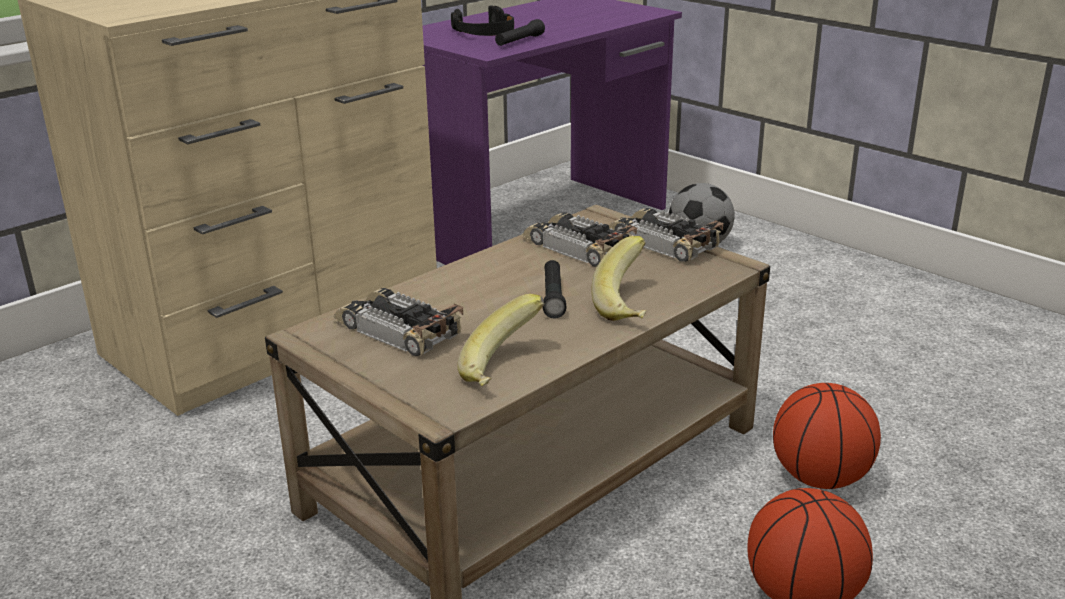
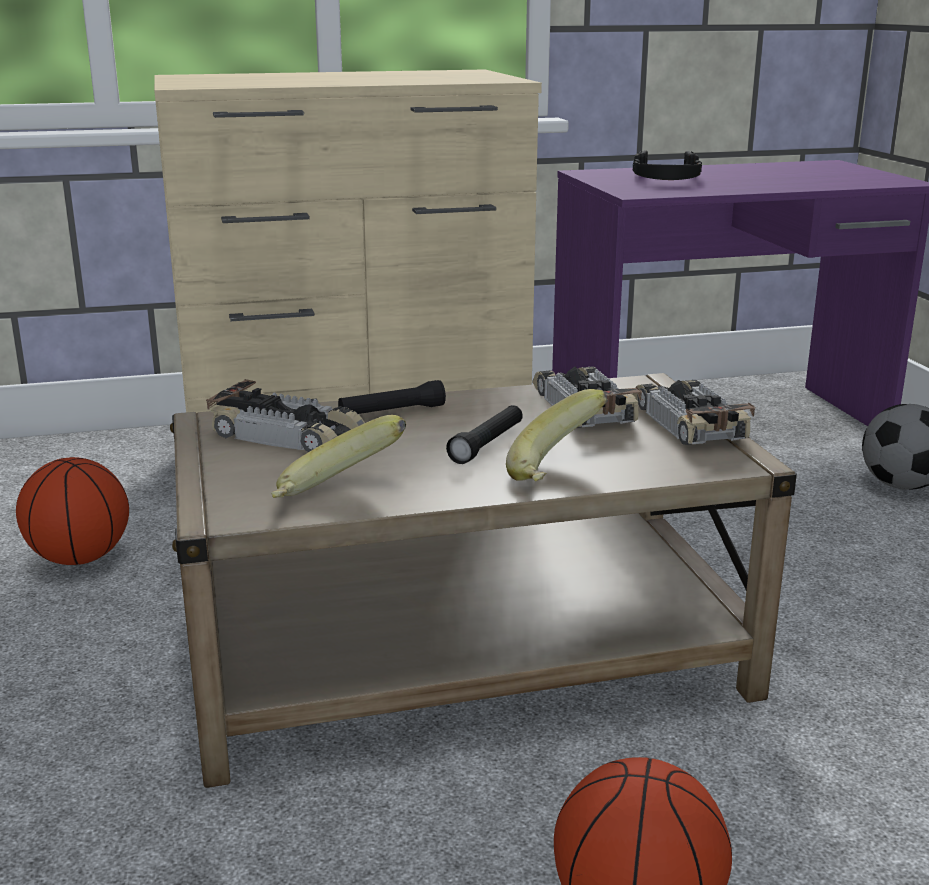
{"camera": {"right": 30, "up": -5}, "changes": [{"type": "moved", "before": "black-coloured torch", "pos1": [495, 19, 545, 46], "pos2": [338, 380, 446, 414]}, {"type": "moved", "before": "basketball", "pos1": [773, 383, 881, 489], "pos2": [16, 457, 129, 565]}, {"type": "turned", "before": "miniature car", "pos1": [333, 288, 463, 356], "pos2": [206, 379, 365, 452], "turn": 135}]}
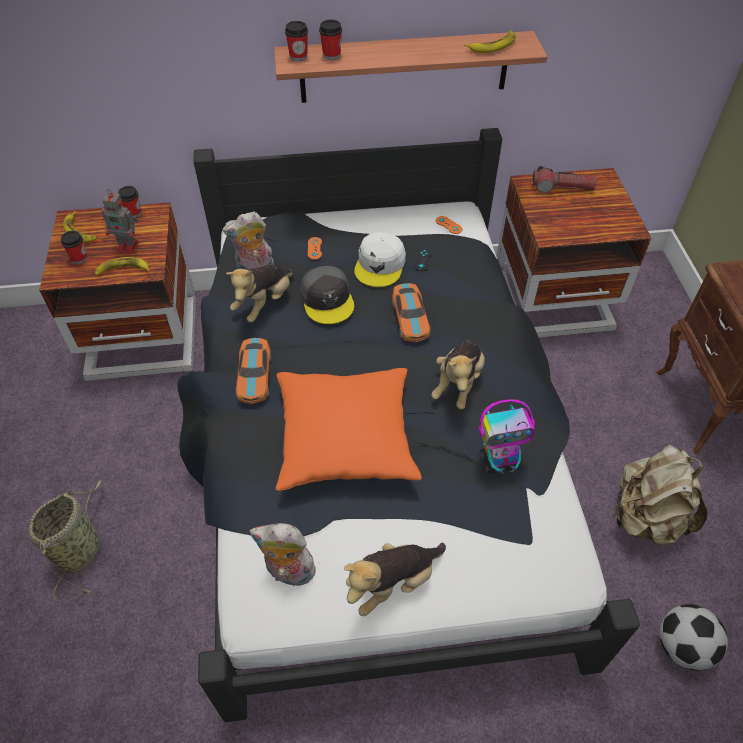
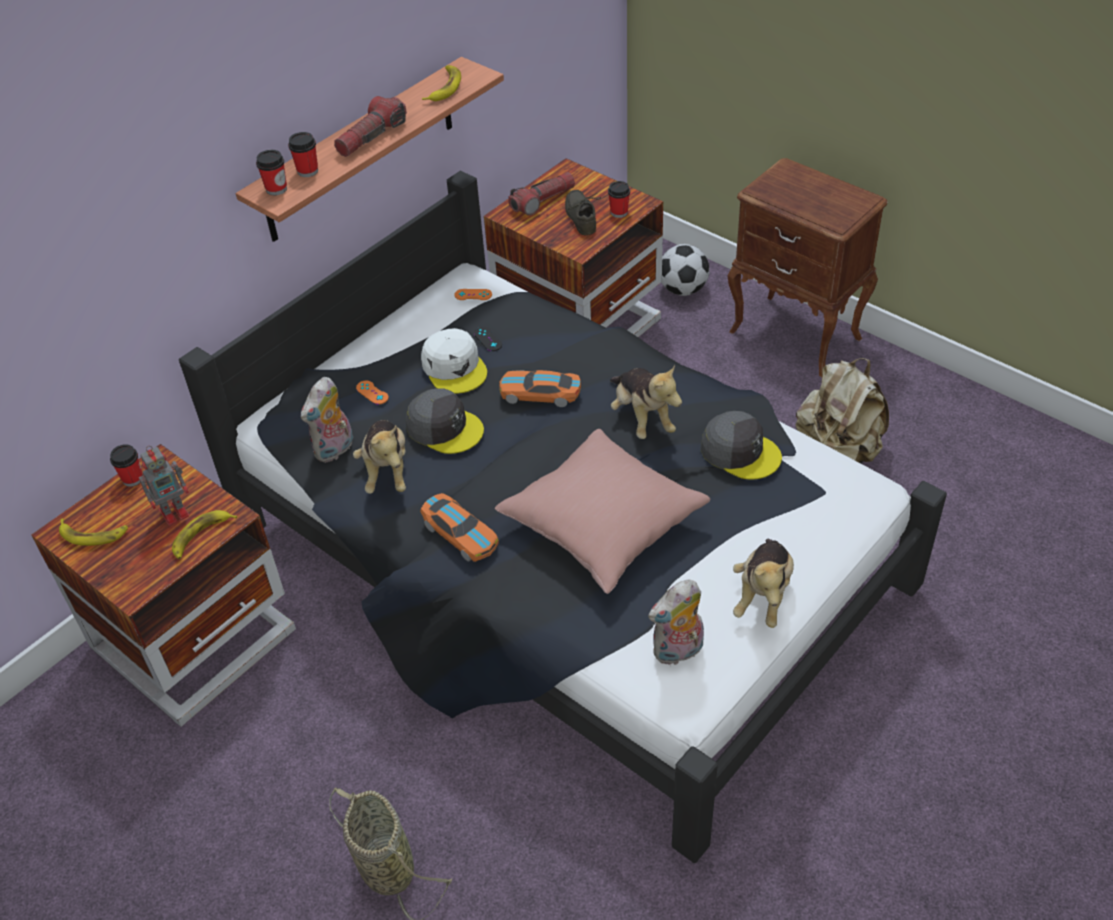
{"camera": {"right": -40, "up": -5}, "changes": [{"type": "added", "after": "torch", "pos2": [334, 96, 407, 157]}, {"type": "added", "after": "grey item of footwear", "pos2": [565, 190, 601, 235]}, {"type": "moved", "before": "drinking cup", "pos1": [61, 231, 88, 264], "pos2": [608, 181, 630, 218]}, {"type": "moved", "before": "football", "pos1": [659, 604, 728, 671], "pos2": [661, 244, 709, 296]}, {"type": "replaced", "before": "robot figure", "after": "grey cap", "pos1": [478, 399, 535, 473], "pos2": [701, 411, 782, 479]}, {"type": "recoloured", "before": "orangey throw pillow", "after": "pink-coloured throw pillow", "pos1": [276, 368, 422, 491], "pos2": [495, 429, 710, 594]}, {"type": "turned", "before": "miniature car", "pos1": [392, 283, 431, 342], "pos2": [499, 370, 581, 407], "turn": 150}]}
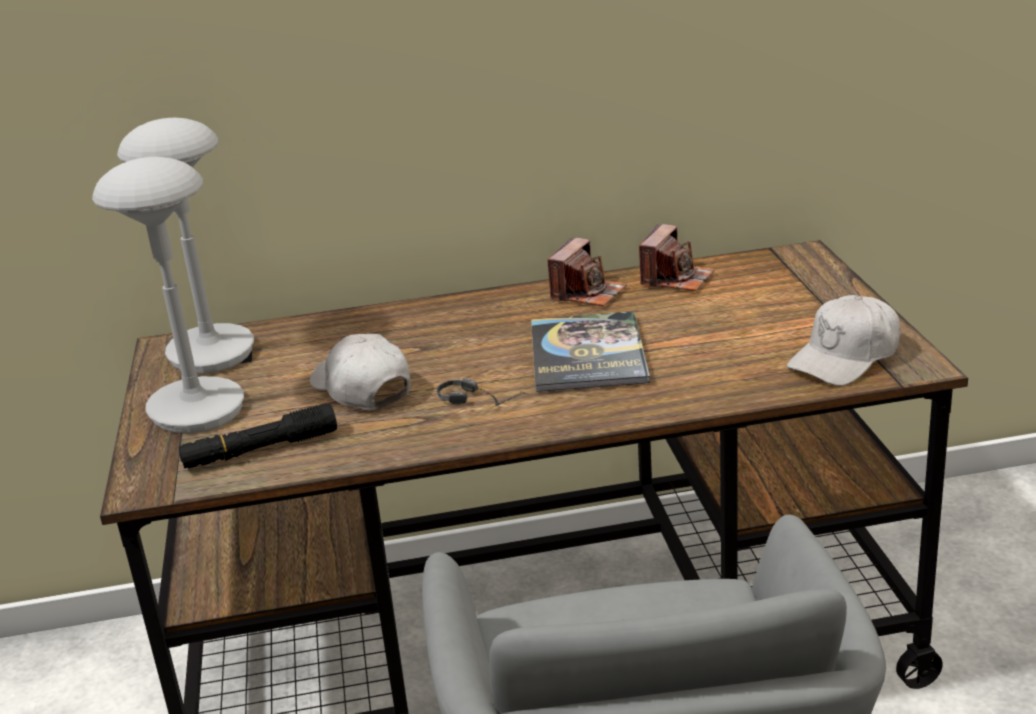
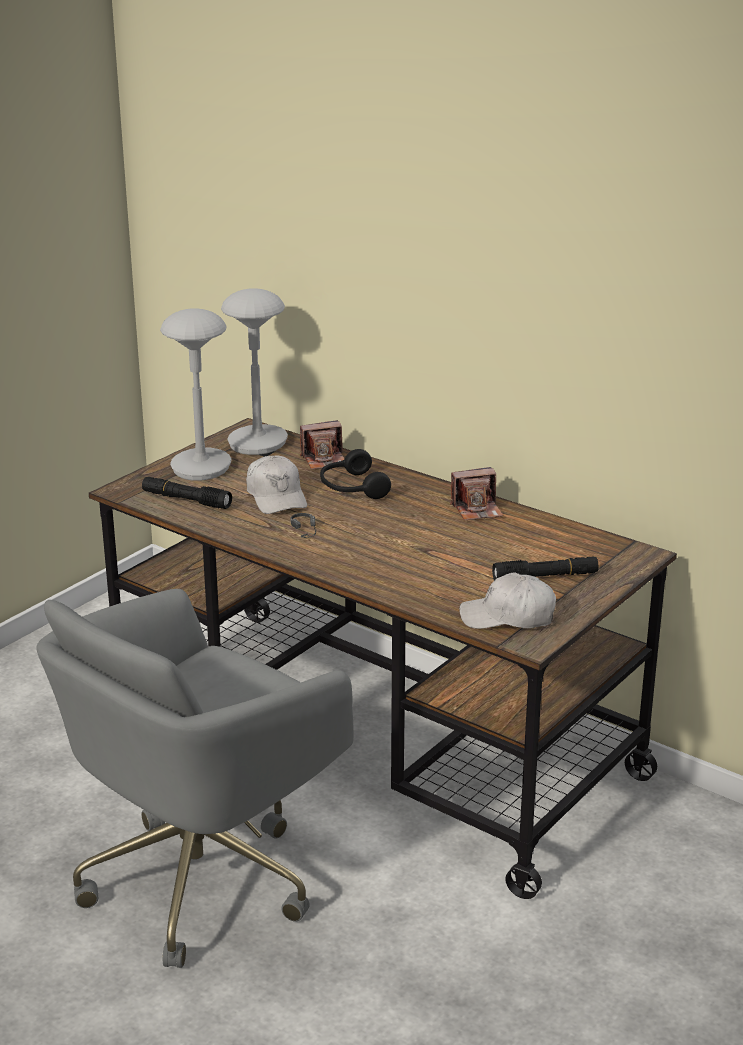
{"camera": {"right": 45, "up": 0}, "changes": [{"type": "removed", "before": "bound book", "pos1": [531, 311, 650, 392]}, {"type": "added", "after": "black-coloured headset", "pos2": [320, 449, 391, 499]}, {"type": "added", "after": "black-coloured torch", "pos2": [492, 557, 599, 580]}, {"type": "moved", "before": "photo camera", "pos1": [639, 224, 715, 291], "pos2": [300, 420, 345, 470]}, {"type": "turned", "before": "white-coloured cap", "pos1": [310, 334, 411, 410], "pos2": [246, 455, 307, 514], "turn": 150}]}
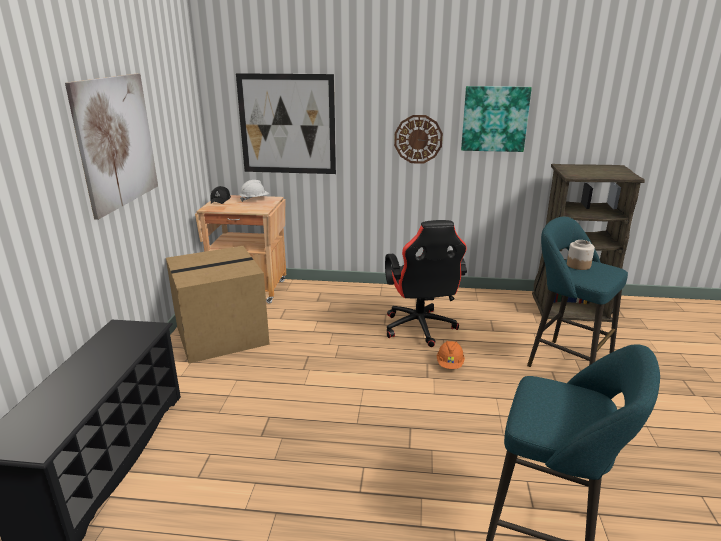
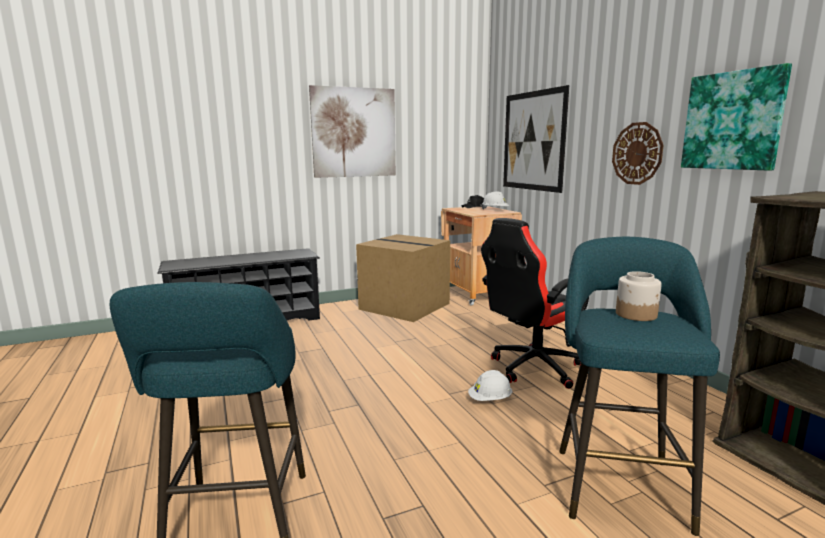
{"camera": {"right": 60, "up": -10}, "changes": [{"type": "recoloured", "before": "orangey hard hat", "after": "white-coloured hard hat", "pos1": [437, 341, 465, 369], "pos2": [468, 370, 513, 401]}]}
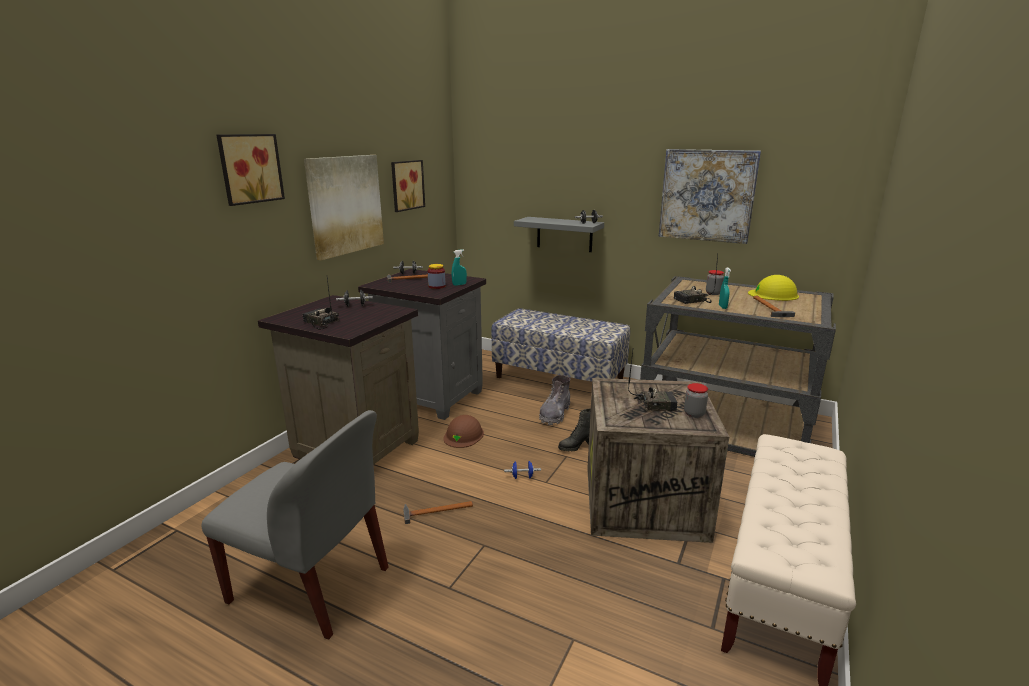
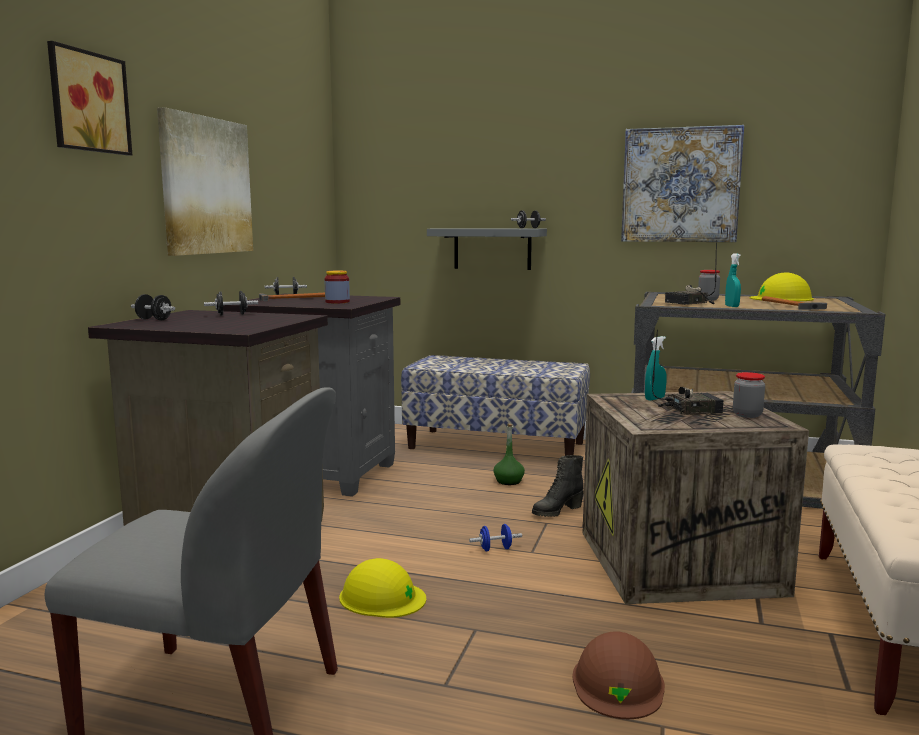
{"camera": {"right": -10, "up": -10}, "changes": [{"type": "removed", "before": "radio set", "pos1": [303, 278, 340, 330]}, {"type": "removed", "before": "wall art", "pos1": [391, 160, 425, 212]}, {"type": "added", "after": "black-coloured dumbbell", "pos2": [131, 294, 175, 321]}, {"type": "moved", "before": "brown hard hat", "pos1": [443, 415, 484, 448], "pos2": [572, 631, 665, 719]}, {"type": "moved", "before": "turquoise spray bottle", "pos1": [452, 249, 467, 286], "pos2": [645, 336, 667, 401]}, {"type": "replaced", "before": "tool hammer", "after": "yellowish hard hat", "pos1": [403, 501, 473, 524], "pos2": [339, 558, 426, 618]}, {"type": "replaced", "before": "grey boot", "after": "green beverage bottle", "pos1": [539, 375, 570, 425], "pos2": [493, 423, 525, 485]}]}
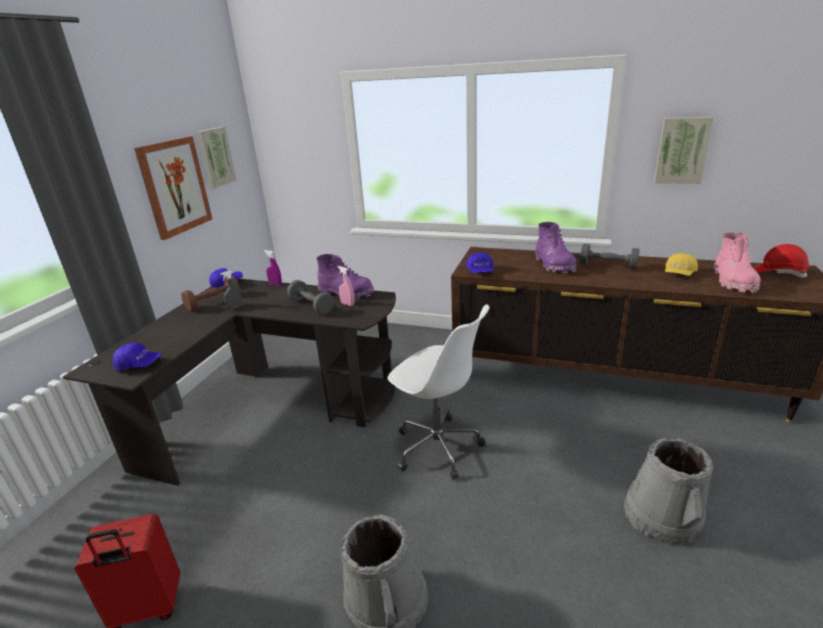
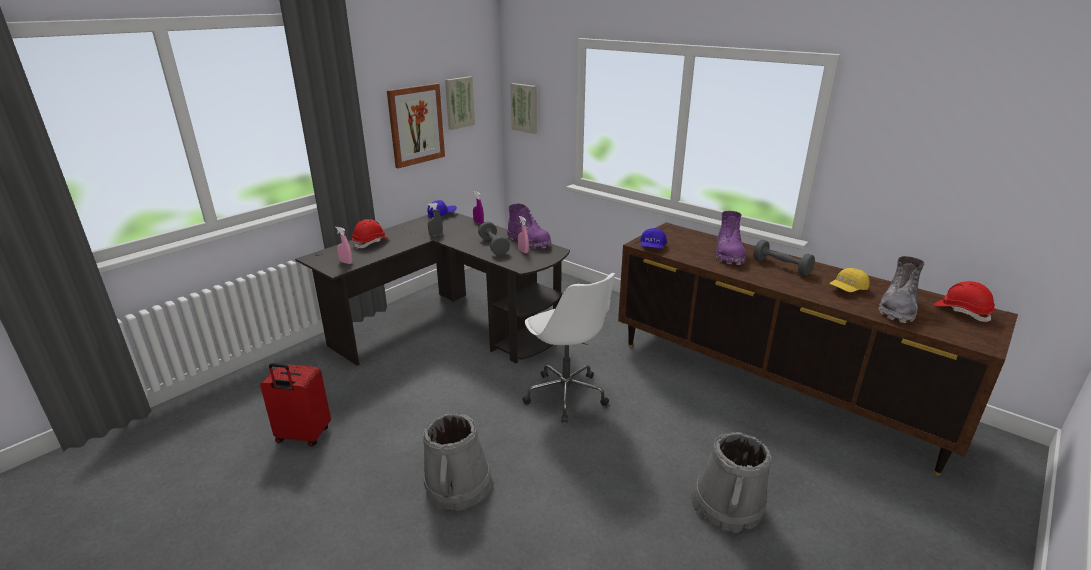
{"camera": {"right": 20, "up": 0}, "changes": [{"type": "removed", "before": "brown dumbbell", "pos1": [181, 275, 240, 311]}, {"type": "added", "after": "reddish hard hat", "pos2": [352, 219, 389, 249]}, {"type": "moved", "before": "wall art", "pos1": [654, 117, 714, 184], "pos2": [510, 83, 537, 134]}, {"type": "replaced", "before": "bluish cap", "after": "pink-coloured spray bottle", "pos1": [113, 343, 162, 371], "pos2": [335, 227, 353, 264]}, {"type": "recoloured", "before": "pink-coloured boot", "after": "grey boot", "pos1": [714, 232, 761, 293], "pos2": [878, 256, 925, 323]}]}
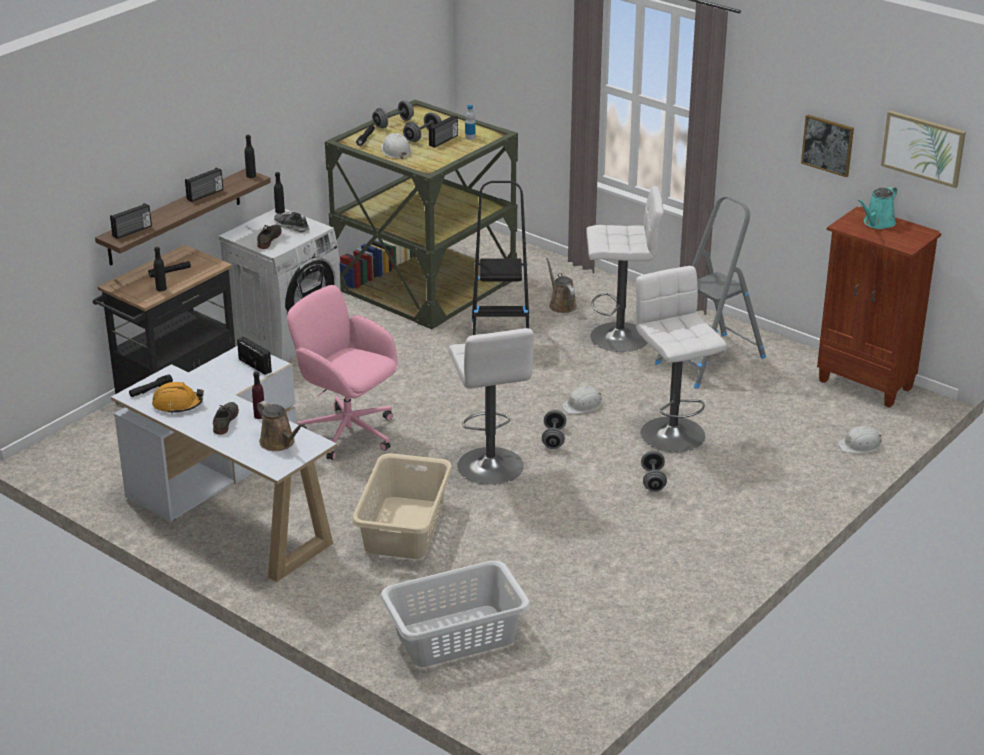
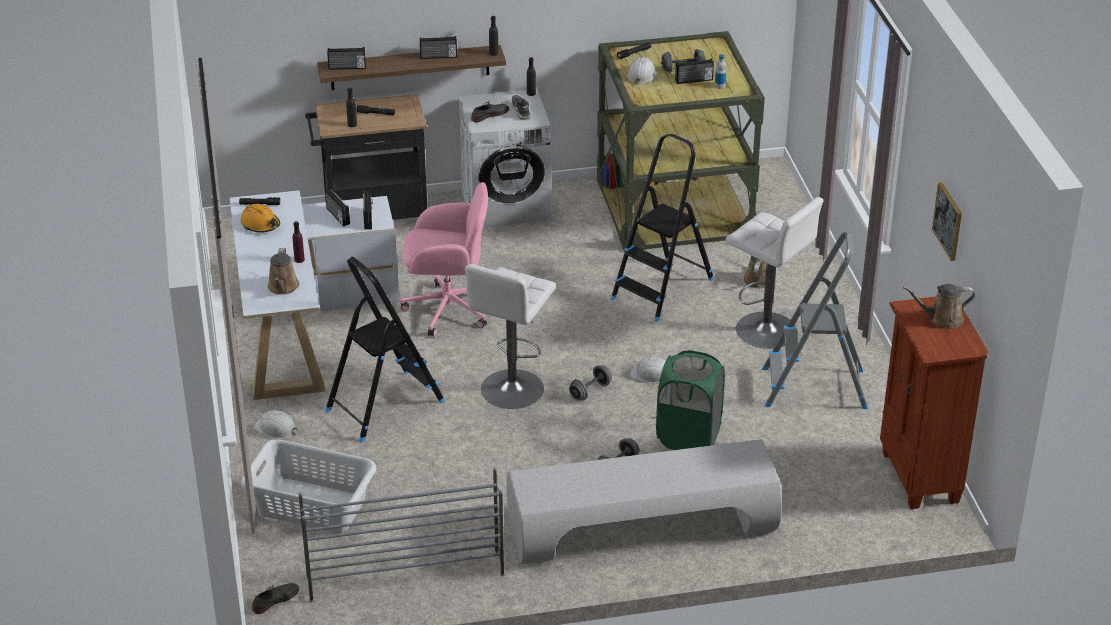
{"camera": {"right": 40, "up": 5}, "changes": [{"type": "removed", "before": "grey dumbbell", "pos1": [372, 101, 414, 128]}, {"type": "removed", "before": "wall art", "pos1": [881, 111, 966, 188]}, {"type": "added", "after": "grey shoe stand", "pos2": [298, 467, 504, 602]}, {"type": "added", "after": "radio set", "pos2": [325, 189, 350, 227]}, {"type": "added", "after": "grey bench", "pos2": [507, 439, 782, 564]}, {"type": "moved", "before": "grey item of footwear", "pos1": [213, 402, 239, 435], "pos2": [252, 583, 299, 614]}, {"type": "moved", "before": "white-coloured hard hat", "pos1": [837, 426, 882, 453], "pos2": [253, 410, 298, 439]}, {"type": "replaced", "before": "sand-coloured laundry basket", "after": "black-coloured stepladder", "pos1": [352, 453, 452, 559], "pos2": [325, 257, 445, 442]}, {"type": "replaced", "before": "white-coloured stool seat", "after": "green laundry basket", "pos1": [636, 266, 727, 452], "pos2": [656, 350, 725, 450]}, {"type": "recoloured", "before": "turquoise watering pot", "after": "brown watering pot", "pos1": [858, 186, 897, 229], "pos2": [903, 284, 975, 329]}, {"type": "turned", "before": "pink-coloured desk chair", "pos1": [287, 285, 398, 460], "pos2": [400, 182, 488, 336], "turn": 105}]}
